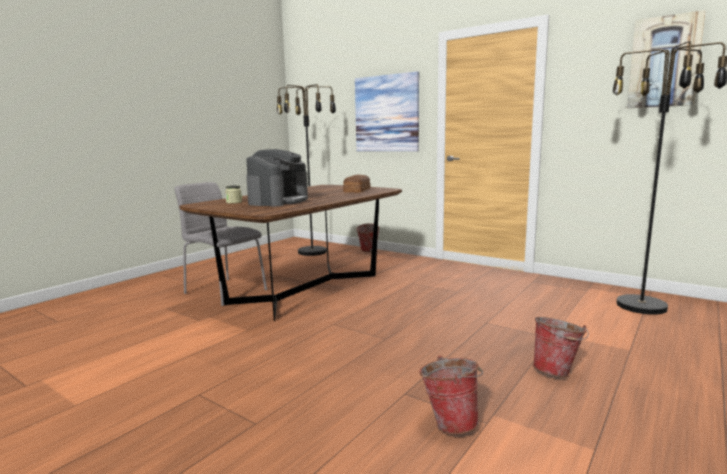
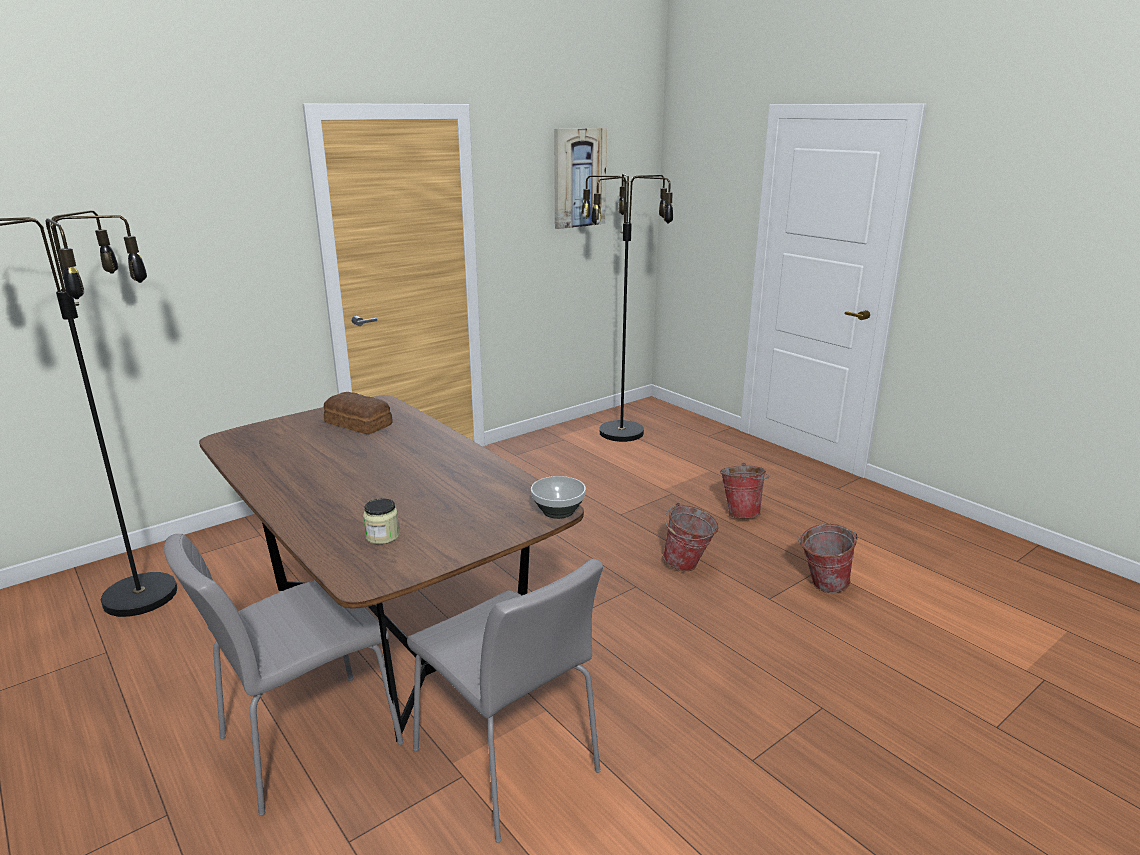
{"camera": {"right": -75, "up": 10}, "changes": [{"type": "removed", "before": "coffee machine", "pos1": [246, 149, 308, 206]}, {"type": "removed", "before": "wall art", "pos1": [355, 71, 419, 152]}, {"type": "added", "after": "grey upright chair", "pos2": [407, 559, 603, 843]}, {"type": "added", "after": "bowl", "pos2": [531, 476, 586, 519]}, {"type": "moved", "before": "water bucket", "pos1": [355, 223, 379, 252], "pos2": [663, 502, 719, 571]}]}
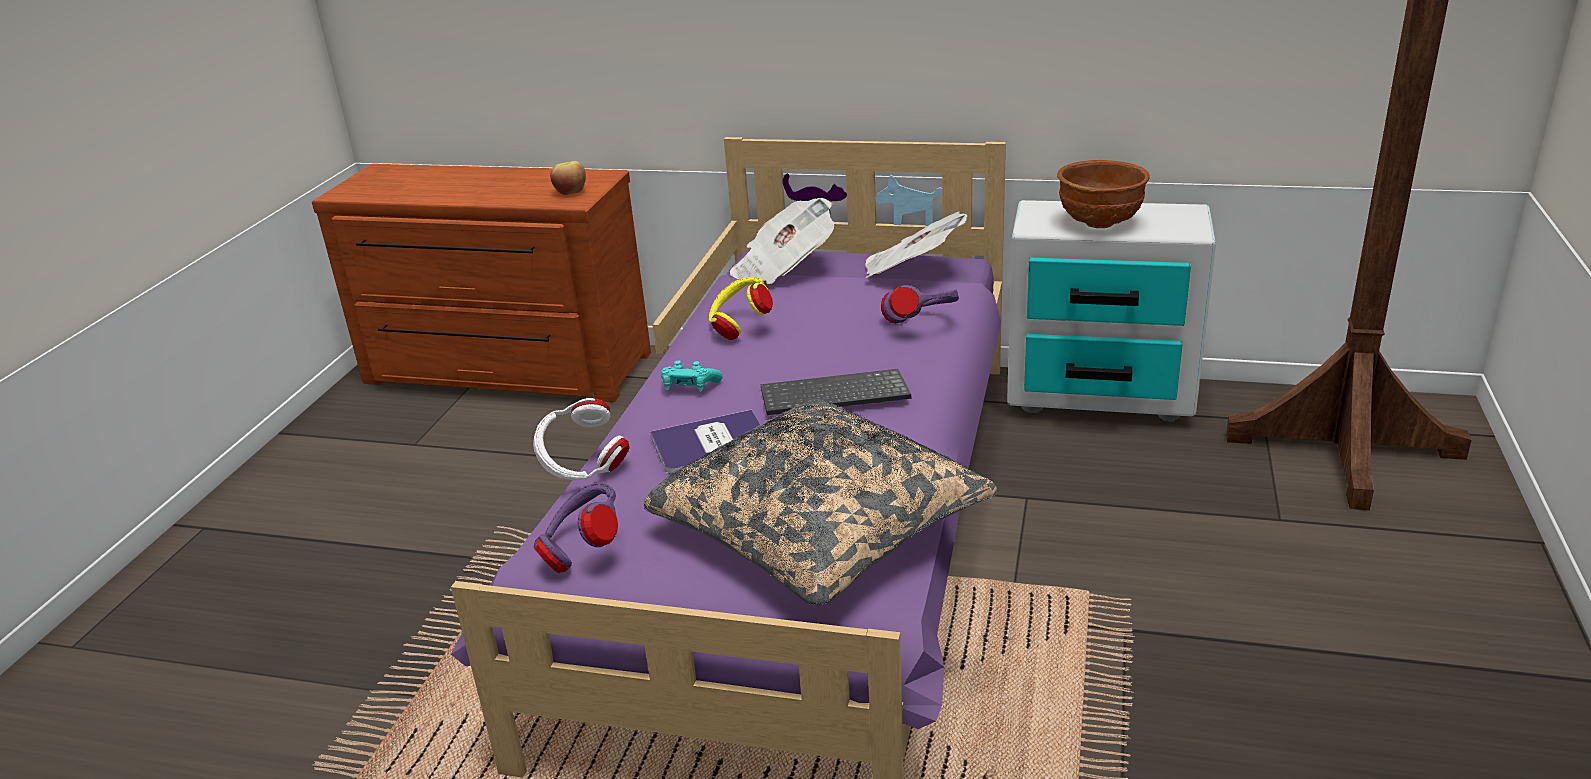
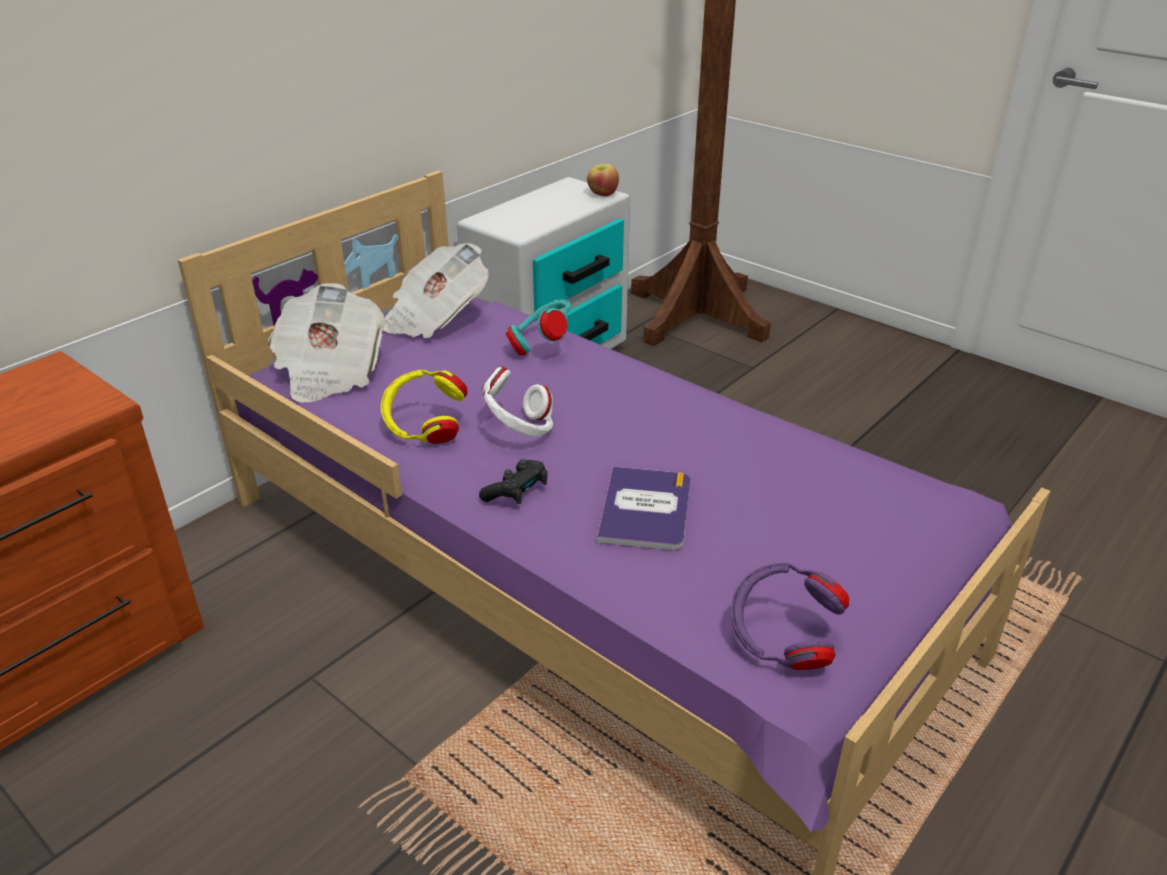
{"camera": {"right": -65, "up": 5}, "changes": [{"type": "removed", "before": "grey throw pillow", "pos1": [644, 399, 998, 607]}, {"type": "removed", "before": "PC keyboard", "pos1": [761, 369, 911, 415]}, {"type": "removed", "before": "brown bowl", "pos1": [1057, 160, 1150, 228]}, {"type": "moved", "before": "white-coloured headset", "pos1": [533, 398, 629, 480], "pos2": [481, 367, 553, 437]}, {"type": "moved", "before": "apple fruit", "pos1": [550, 161, 586, 195], "pos2": [587, 163, 619, 196]}, {"type": "recoloured", "before": "turquoise gamepad", "after": "black-coloured gamepad", "pos1": [661, 361, 723, 392], "pos2": [479, 459, 548, 504]}, {"type": "recoloured", "before": "purplish headset", "after": "turquoise headset", "pos1": [881, 285, 959, 323], "pos2": [506, 299, 572, 355]}]}
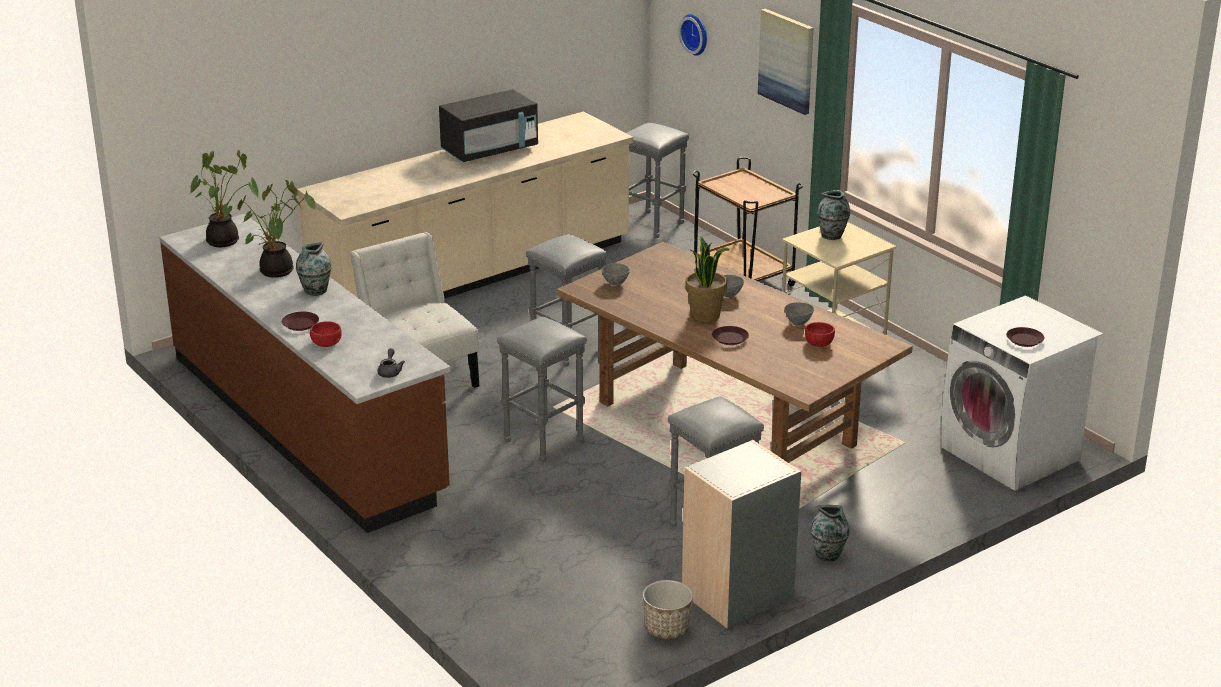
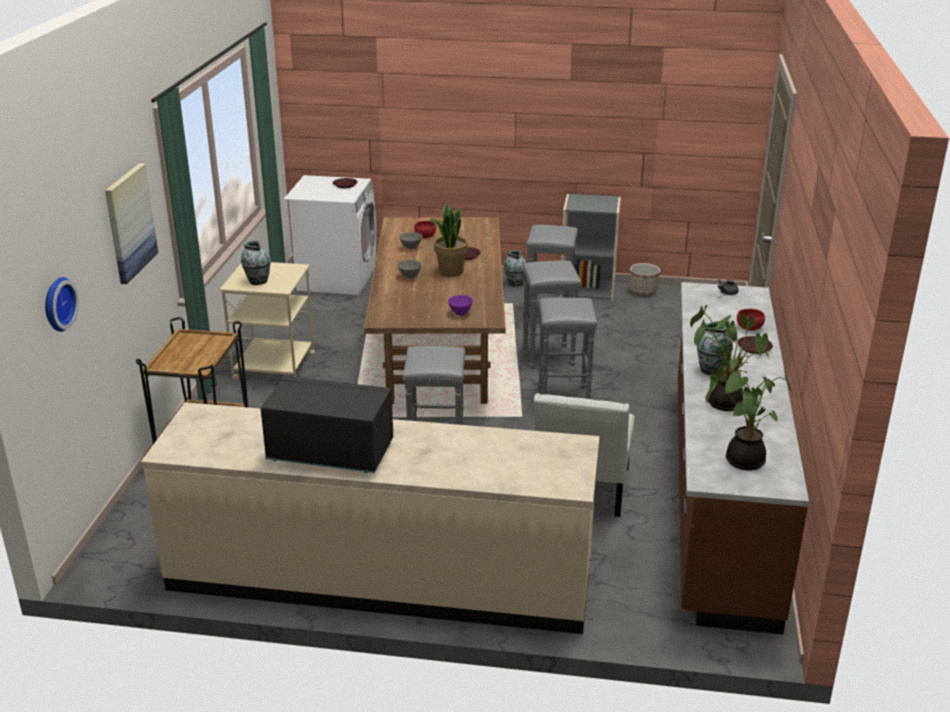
{"camera": {"right": -135, "up": 0}, "changes": [{"type": "moved", "before": "grey stool seat", "pos1": [627, 123, 689, 238], "pos2": [522, 261, 581, 369]}, {"type": "recoloured", "before": "grey bowl", "after": "purplish bowl", "pos1": [601, 263, 630, 285], "pos2": [448, 295, 473, 315]}]}
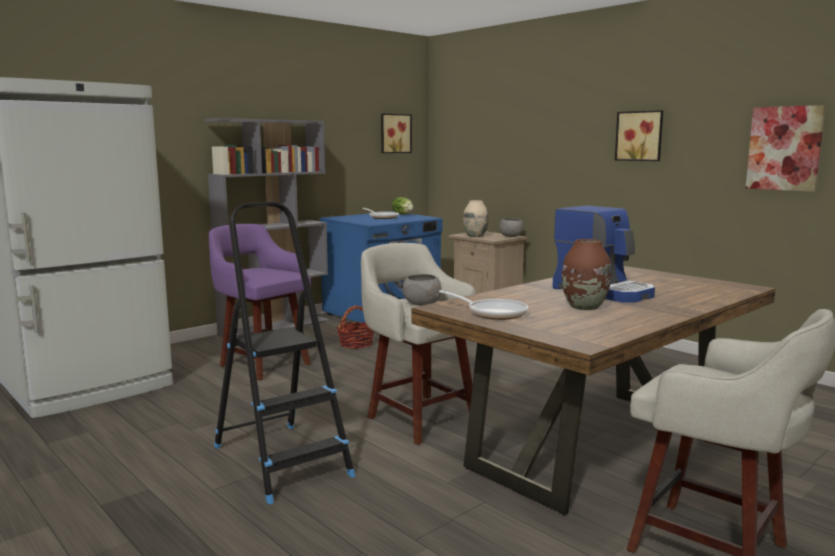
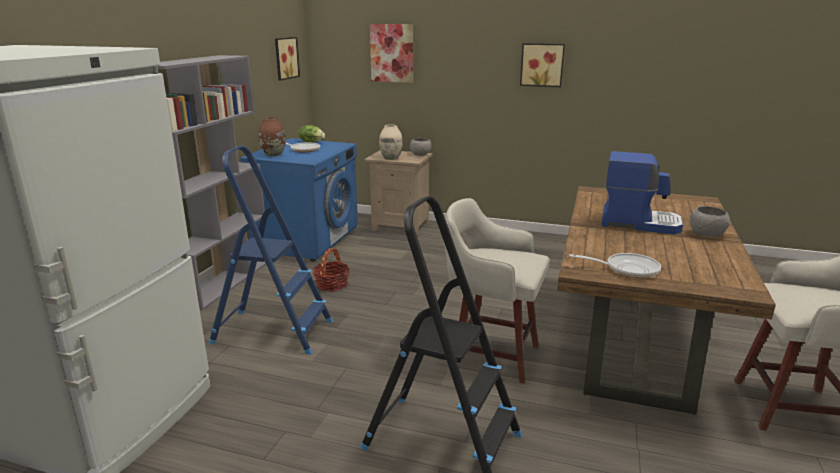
{"camera": {"right": -30, "up": 10}, "changes": [{"type": "moved", "before": "grey bowl", "pos1": [402, 274, 442, 306], "pos2": [690, 206, 730, 237]}, {"type": "moved", "before": "brown flower vase", "pos1": [562, 239, 611, 310], "pos2": [259, 117, 286, 156]}, {"type": "moved", "before": "wall art", "pos1": [746, 105, 826, 192], "pos2": [370, 24, 413, 83]}, {"type": "replaced", "before": "purplish stool seat", "after": "bluish stepladder", "pos1": [209, 224, 311, 381], "pos2": [209, 145, 333, 355]}]}
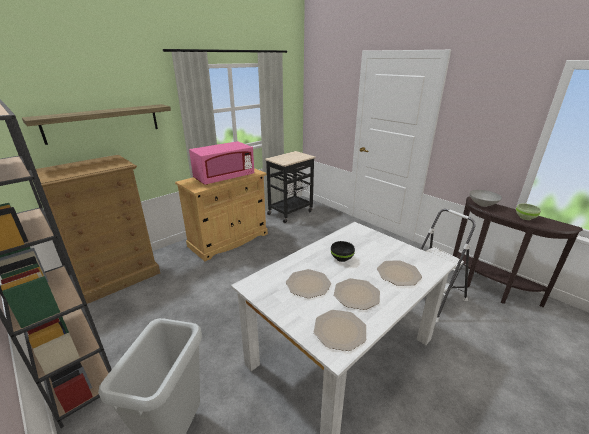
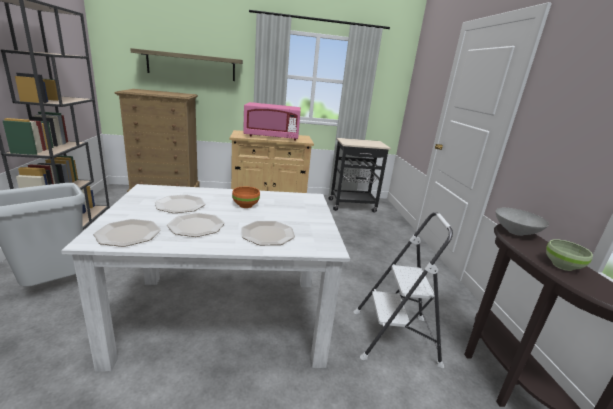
{"camera": {"right": 35, "up": -5}, "changes": [{"type": "recoloured", "before": "black-coloured bowl", "after": "orangey bowl", "pos1": [331, 241, 355, 262], "pos2": [232, 186, 260, 208]}]}
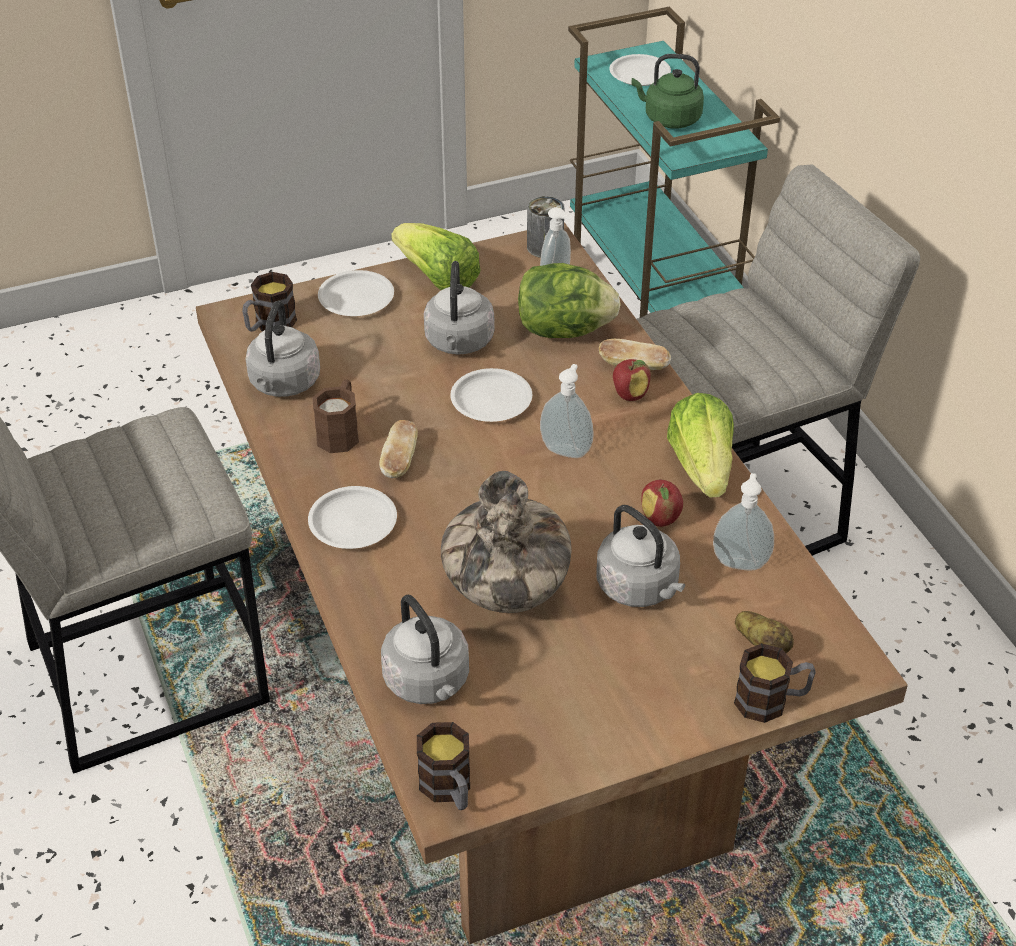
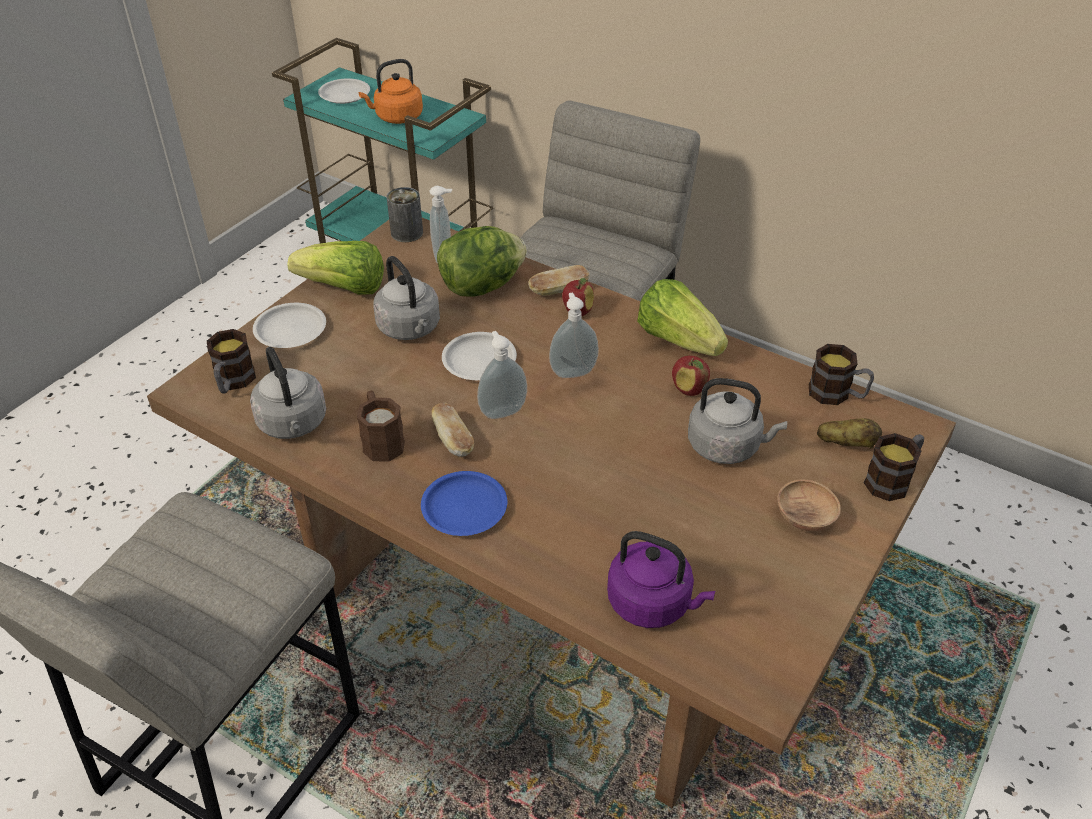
{"camera": {"right": -35, "up": 0}, "changes": [{"type": "removed", "before": "flower vase", "pos1": [441, 471, 571, 613]}, {"type": "added", "after": "brown bowl", "pos2": [777, 479, 841, 531]}, {"type": "moved", "before": "coffee mug", "pos1": [417, 722, 470, 810], "pos2": [809, 344, 874, 405]}, {"type": "moved", "before": "soap bottle", "pos1": [713, 473, 774, 571], "pos2": [477, 331, 527, 419]}, {"type": "recoloured", "before": "white-coloured dinner plate", "after": "bluish dinner plate", "pos1": [308, 486, 397, 549], "pos2": [421, 471, 507, 536]}, {"type": "recoloured", "before": "grey kettle", "after": "purplish kettle", "pos1": [381, 595, 469, 704], "pos2": [607, 531, 715, 628]}, {"type": "recoloured", "before": "green kettle", "after": "orangey kettle", "pos1": [632, 54, 704, 128], "pos2": [359, 59, 423, 124]}]}
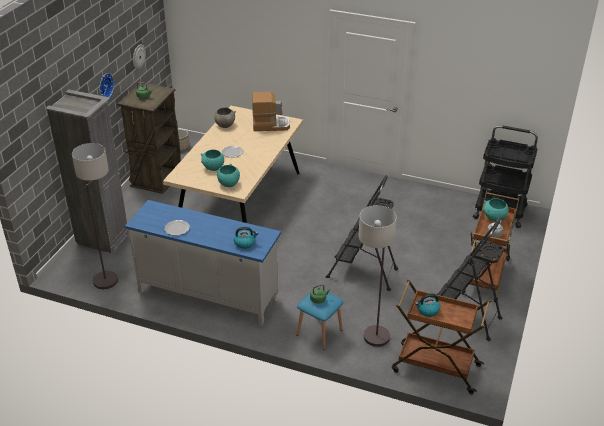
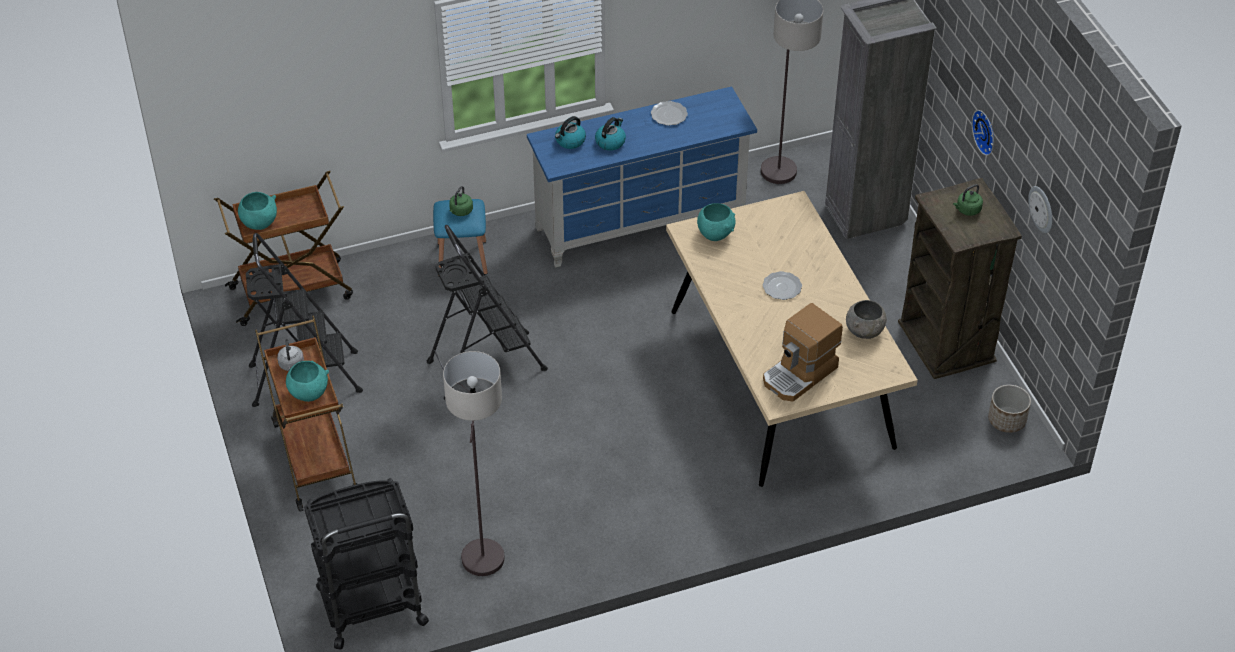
{"camera": {"right": 140, "up": 10}, "changes": [{"type": "moved", "before": "turquoise bowl", "pos1": [200, 150, 224, 171], "pos2": [238, 192, 277, 230]}, {"type": "moved", "before": "grey floor lamp", "pos1": [359, 205, 397, 347], "pos2": [443, 351, 505, 576]}, {"type": "moved", "before": "kettle", "pos1": [415, 293, 440, 317], "pos2": [595, 117, 626, 151]}]}
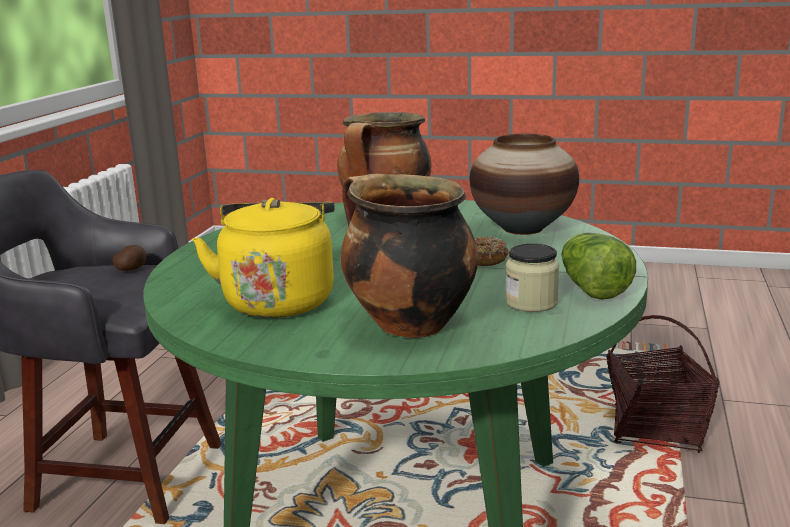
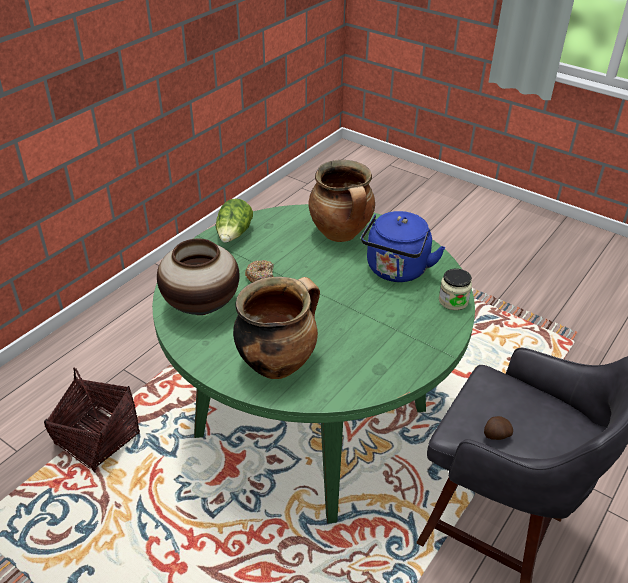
{"camera": {"right": -160, "up": 20}, "changes": [{"type": "moved", "before": "storage jar", "pos1": [505, 243, 559, 312], "pos2": [439, 269, 472, 310]}, {"type": "recoloured", "before": "yellowish kettle", "after": "bluish kettle", "pos1": [193, 198, 335, 318], "pos2": [361, 211, 446, 282]}]}
